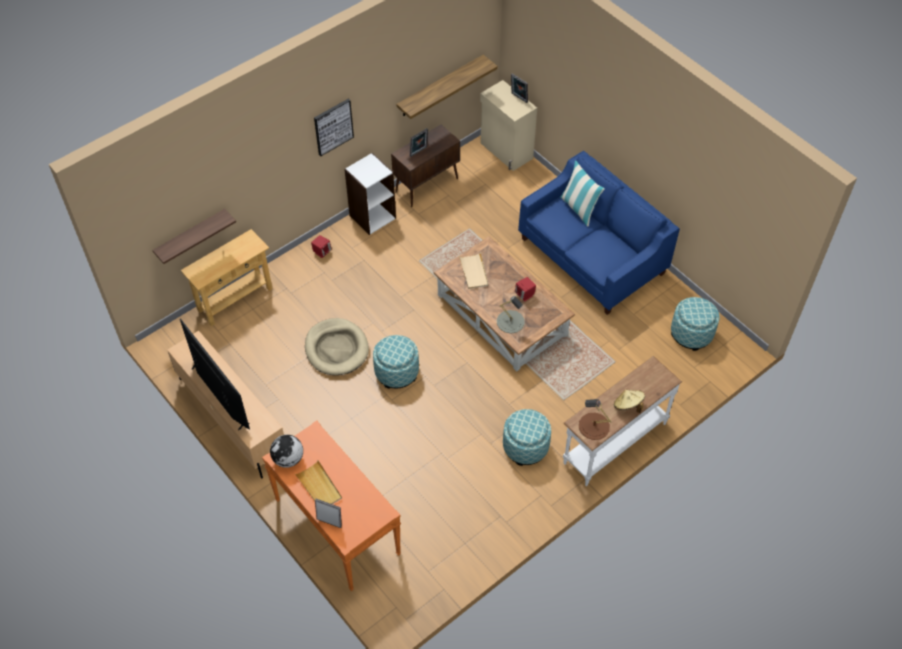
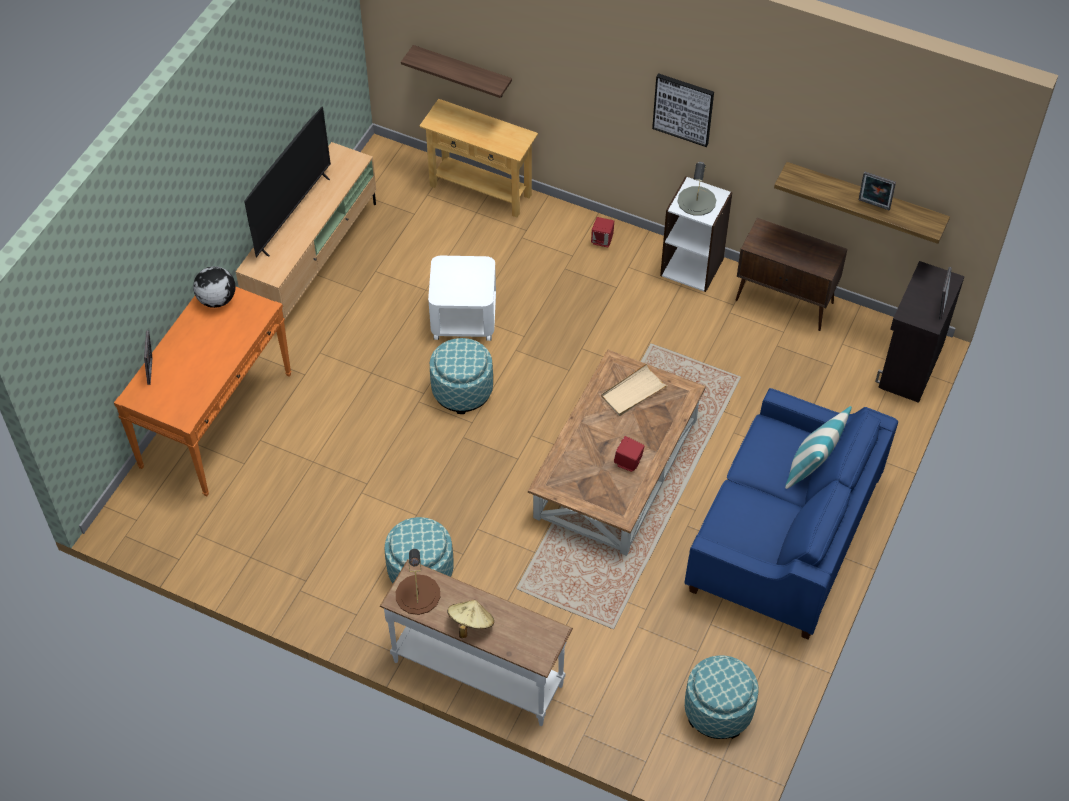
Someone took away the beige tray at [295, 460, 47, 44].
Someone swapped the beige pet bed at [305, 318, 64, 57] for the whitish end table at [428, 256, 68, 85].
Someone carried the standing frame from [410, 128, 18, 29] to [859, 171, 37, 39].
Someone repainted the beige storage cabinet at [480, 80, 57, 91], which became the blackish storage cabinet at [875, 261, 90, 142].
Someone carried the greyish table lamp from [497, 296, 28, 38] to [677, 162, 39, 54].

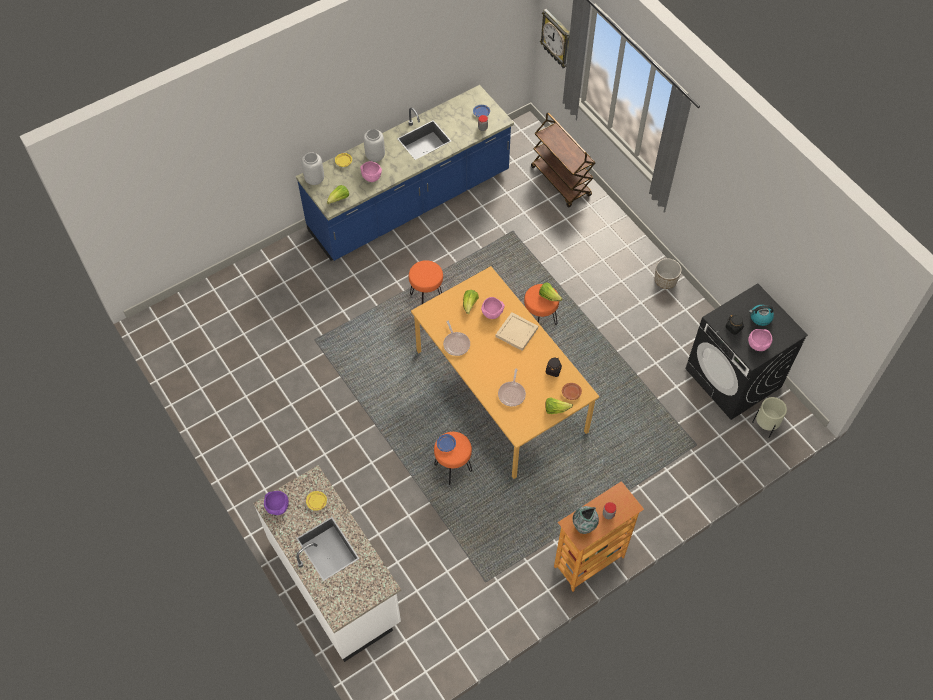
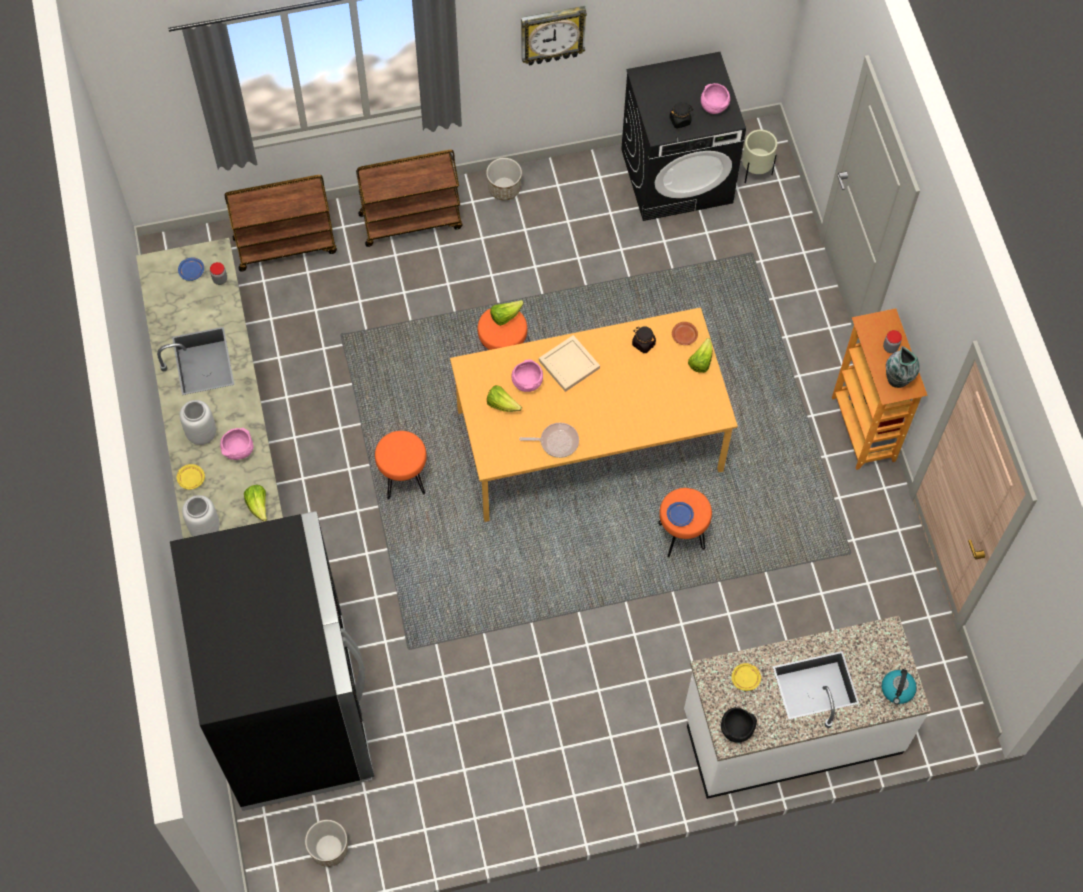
Someone repainted the purple serving bowl at [264, 491, 25, 24], which became the blackish serving bowl at [721, 707, 36, 35].
Someone took away the frying pan at [498, 368, 28, 38].
Someone carried the wall clock from [540, 9, 30, 59] to [521, 6, 66, 60].
Someone carried the water kettle from [749, 305, 25, 21] to [882, 669, 35, 35].
Someone put down the blackish fridge at [170, 511, 204, 300].
Someone put down the planter at [305, 820, 43, 47].
Someone put down the brown-coloured cart at [356, 150, 106, 97].

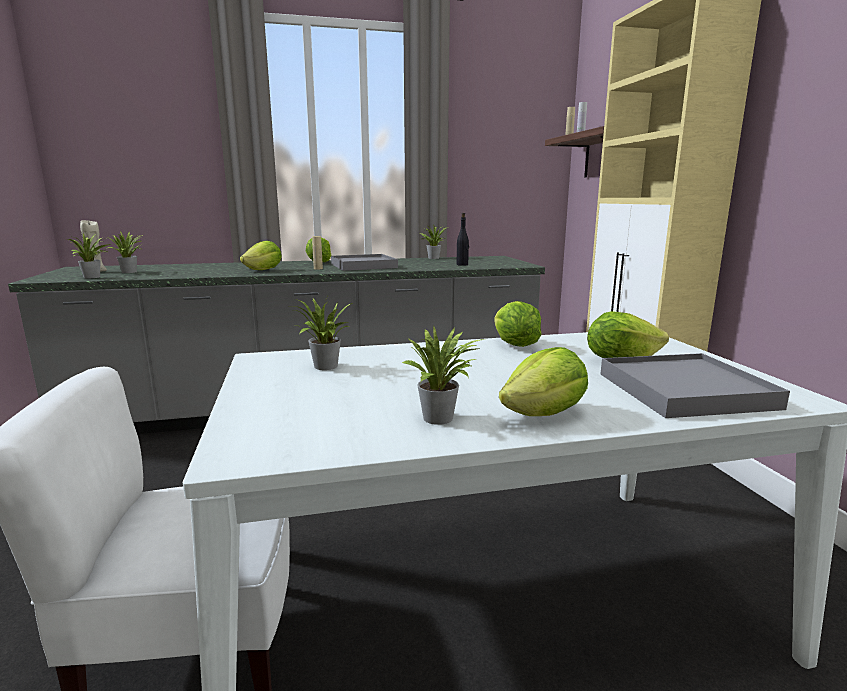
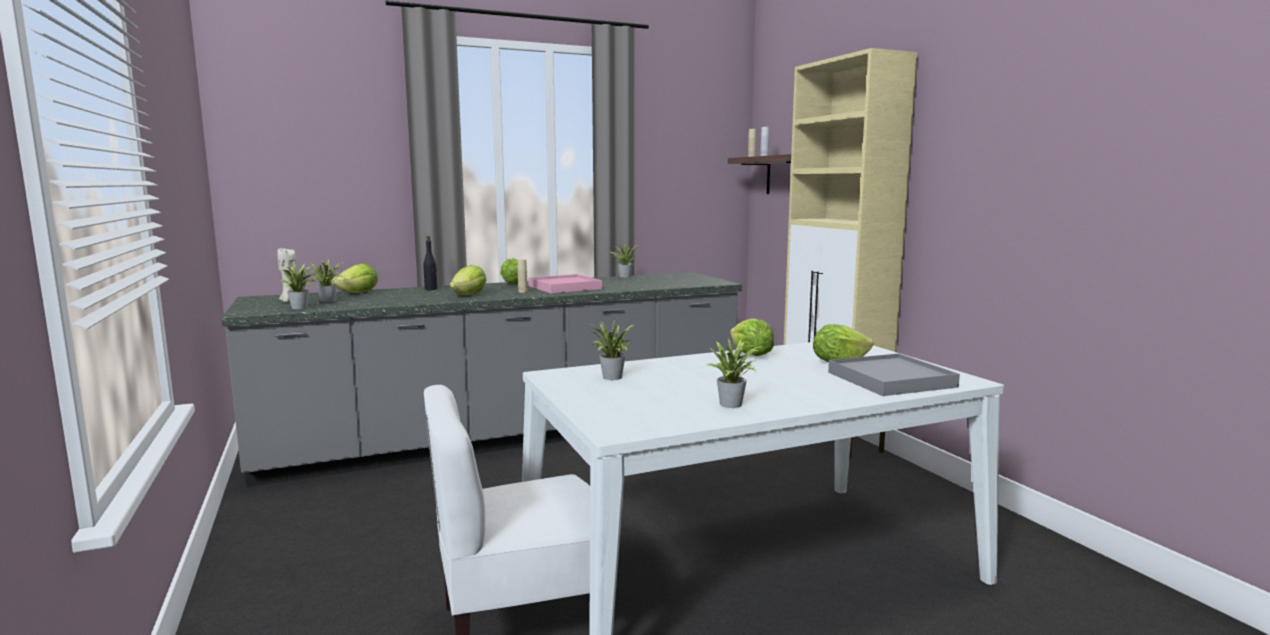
Someone repainted the greyish tray at [331, 254, 67, 17], which became the pinkish tray at [528, 274, 74, 19].
Someone carried the blackish bottle from [457, 213, 12, 53] to [423, 236, 14, 54].
Someone carried the lettuce from [499, 347, 89, 69] to [331, 264, 47, 29].

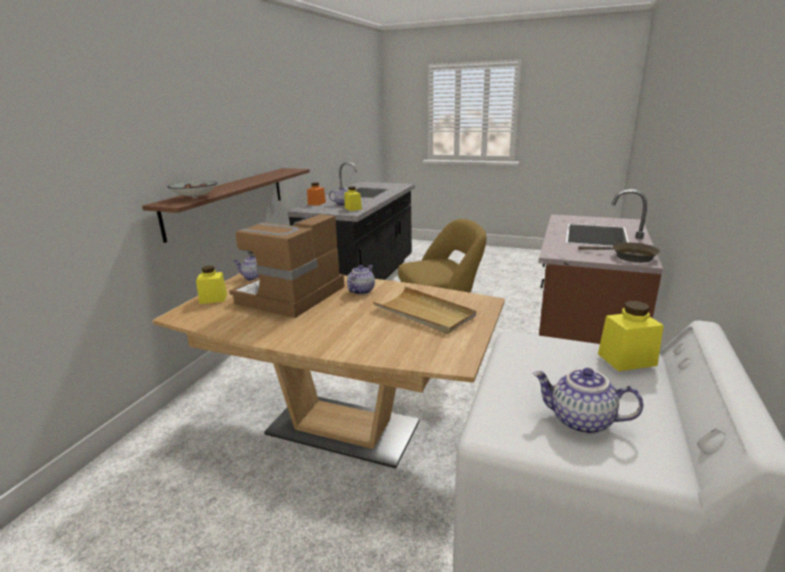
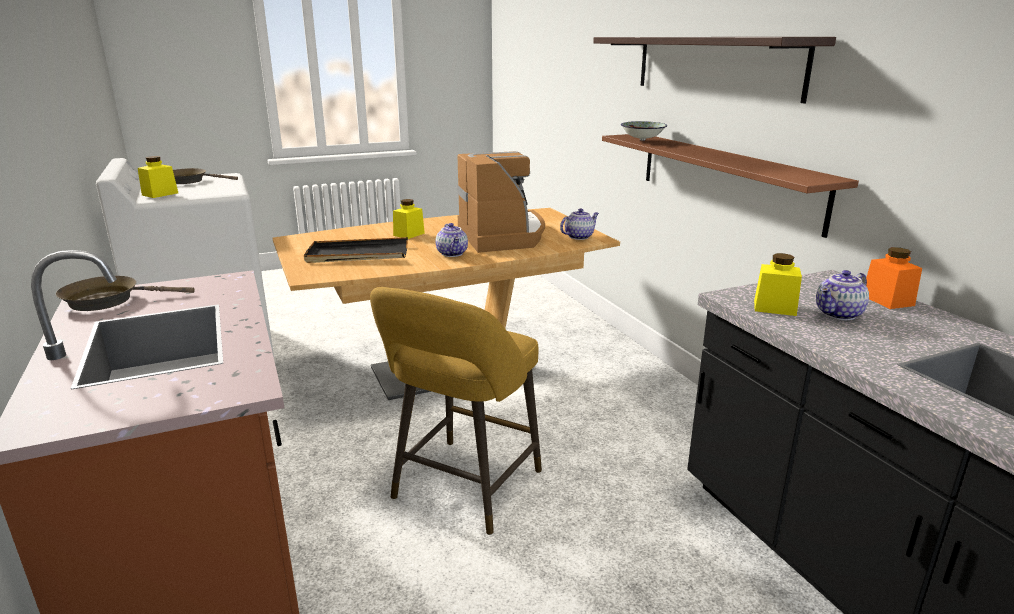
Someone carried the yellowish storage jar from [196, 266, 31, 38] to [393, 199, 32, 40].
Someone repainted the beige tray at [373, 286, 103, 48], which became the blackish tray at [304, 237, 104, 26].
Someone swapped the teapot at [533, 368, 110, 66] for the brown-coloured frying pan at [173, 168, 65, 16].
Someone put up the shelf at [593, 37, 243, 67].

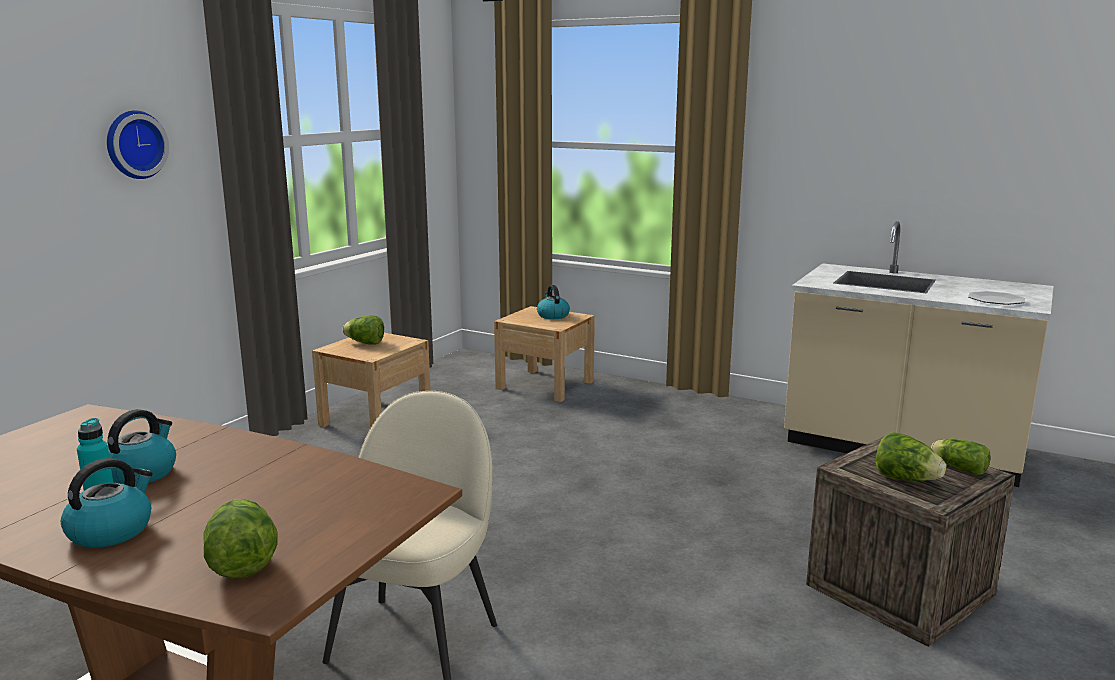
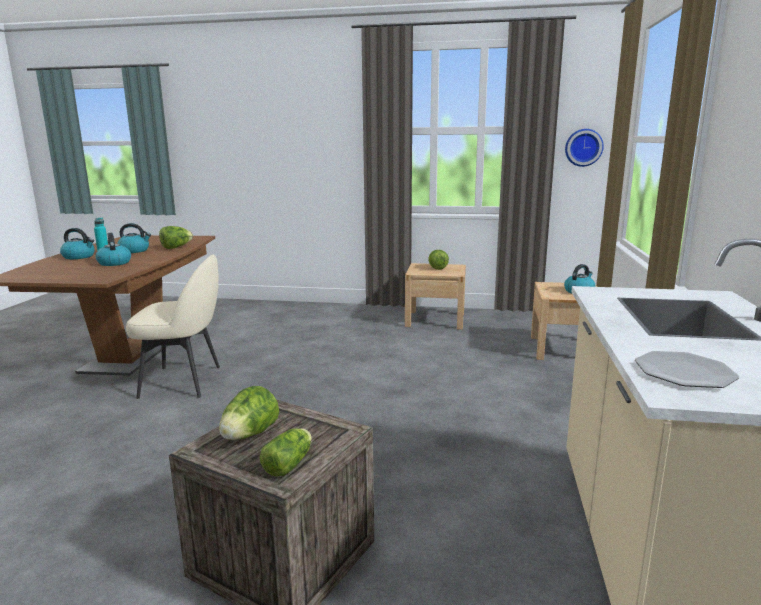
Someone carried the wall clock from [107, 110, 62, 69] to [565, 129, 39, 38].
Someone carried the lettuce from [203, 499, 75, 80] to [159, 226, 34, 23].
Someone put down the water kettle at [95, 233, 36, 33].

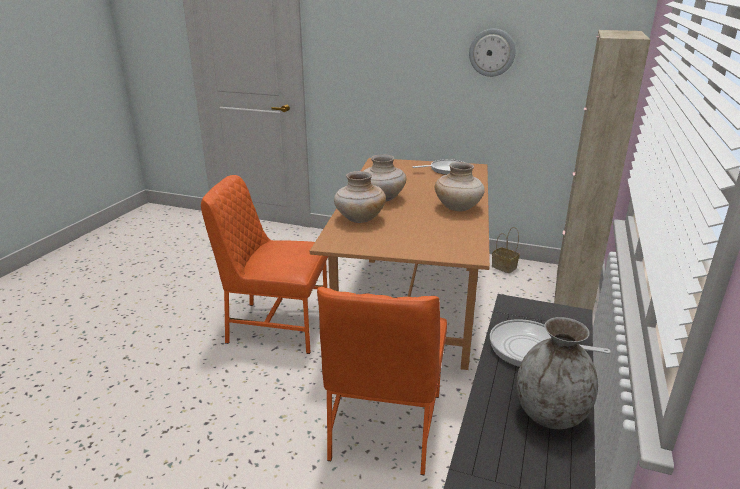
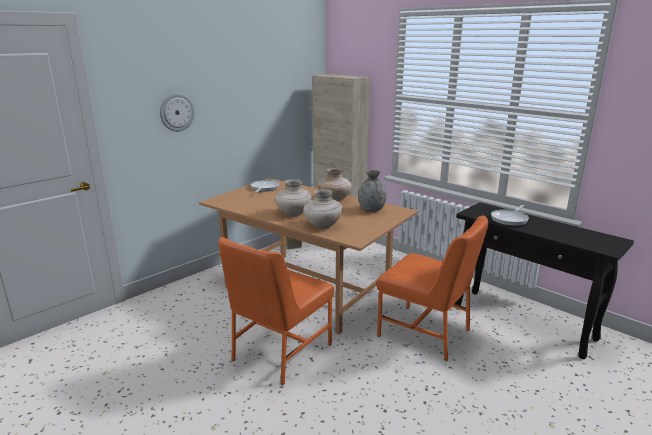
Someone carried the wall clock from [469, 29, 46, 48] to [160, 93, 35, 39].
Someone carried the greyish decorative vase from [517, 317, 81, 112] to [358, 170, 29, 42].

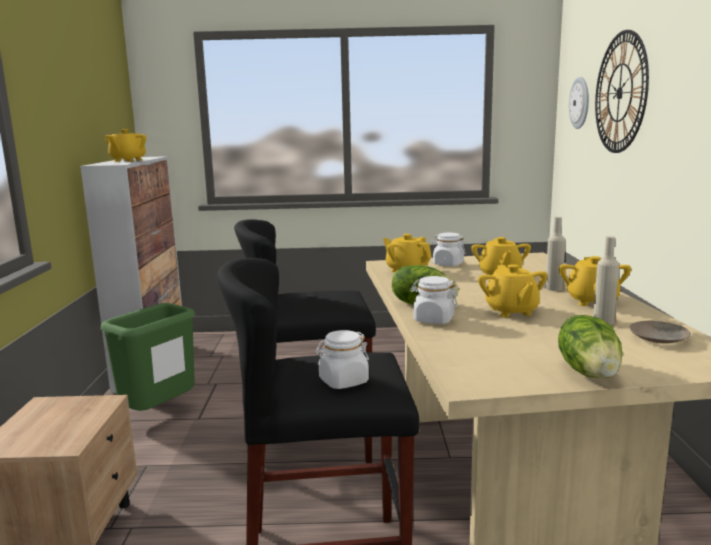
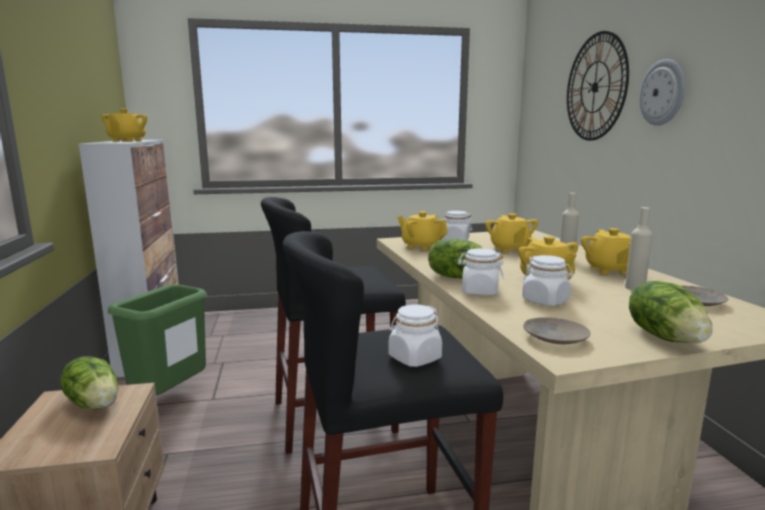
Someone carried the wall clock from [569, 77, 20, 52] to [639, 59, 46, 67].
Someone put down the lettuce at [60, 356, 58, 53].
Someone put down the whitish storage jar at [522, 255, 51, 51].
Someone put down the beige plate at [523, 317, 68, 27].

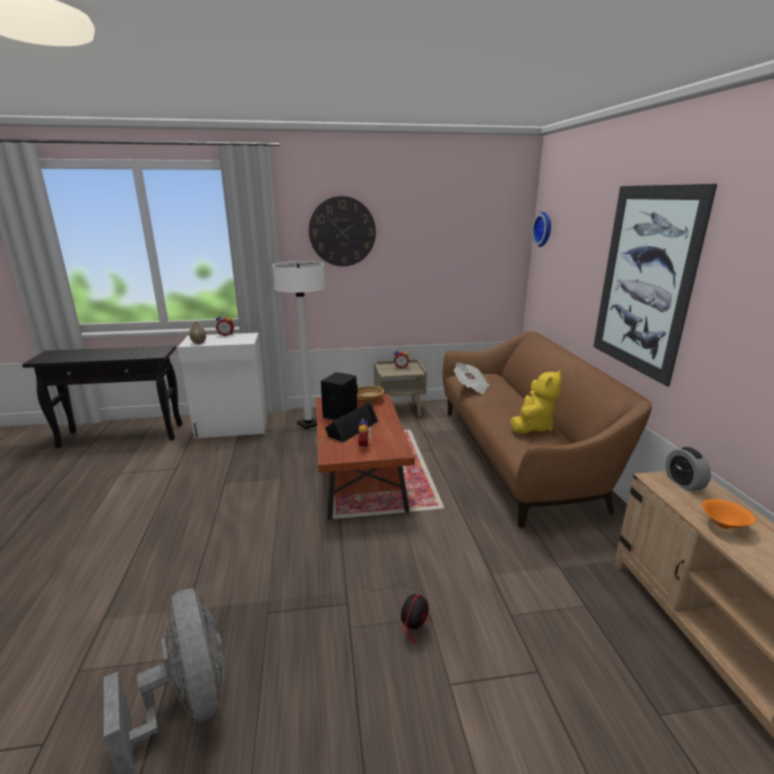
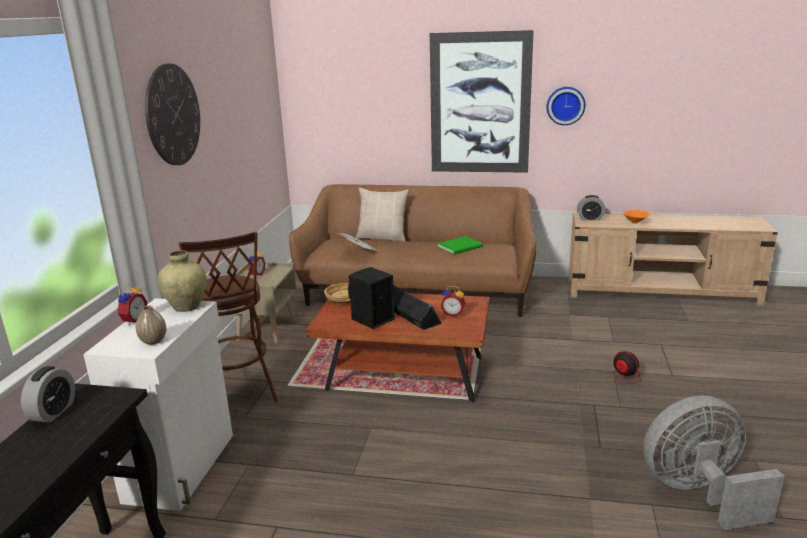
Someone swapped the whitish standing lamp at [272, 261, 53, 168] for the brown-coloured stool seat at [179, 231, 99, 171].
Someone swapped the yellowish cuddly toy at [510, 370, 52, 64] for the greenish bound book at [437, 236, 46, 18].
Someone carried the wall clock from [532, 212, 19, 35] to [547, 87, 38, 38].
Someone put down the bedside clock at [21, 366, 54, 57].
Someone put down the beige decorative vase at [157, 250, 50, 62].
Someone put down the beige throw pillow at [356, 187, 53, 55].

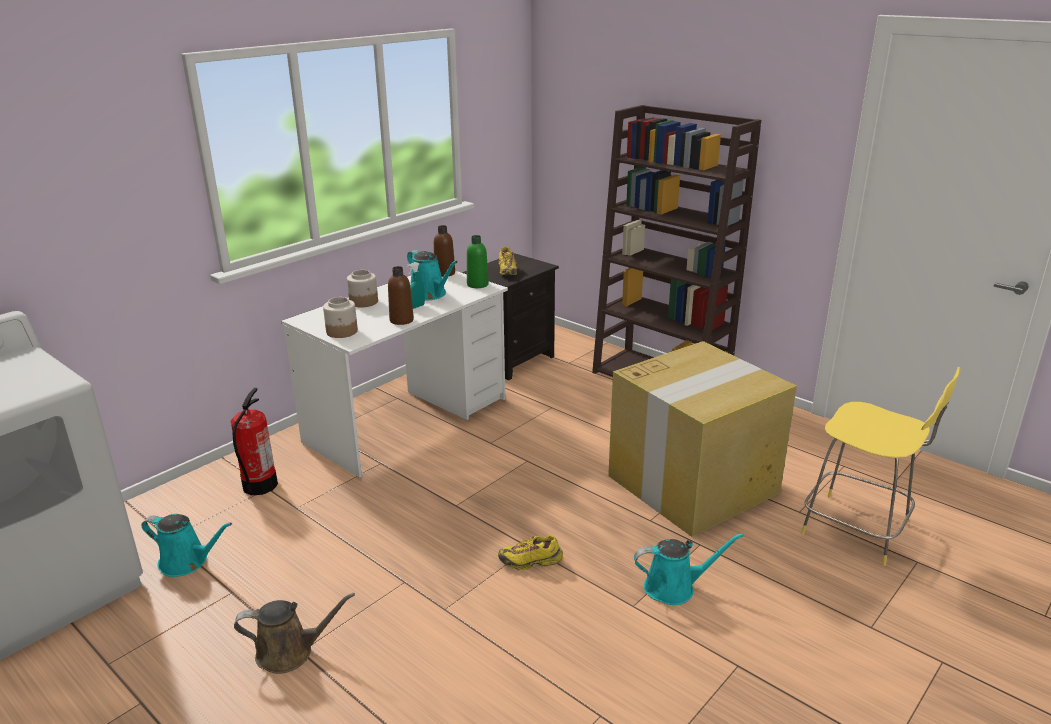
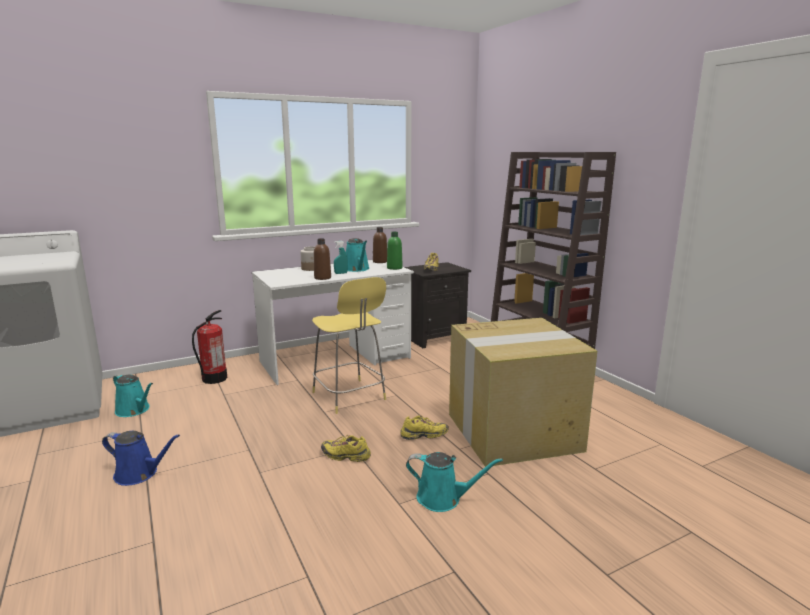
Someone repainted the brown-coloured watering pot at [234, 593, 121, 81], which became the blue-coloured watering pot at [102, 431, 78, 55].
Someone took away the storage jar at [323, 297, 35, 41].
Someone carried the yellowish stool seat from [801, 367, 160, 199] to [312, 277, 74, 137].
Someone put down the yellowish shoe at [400, 415, 49, 25].

